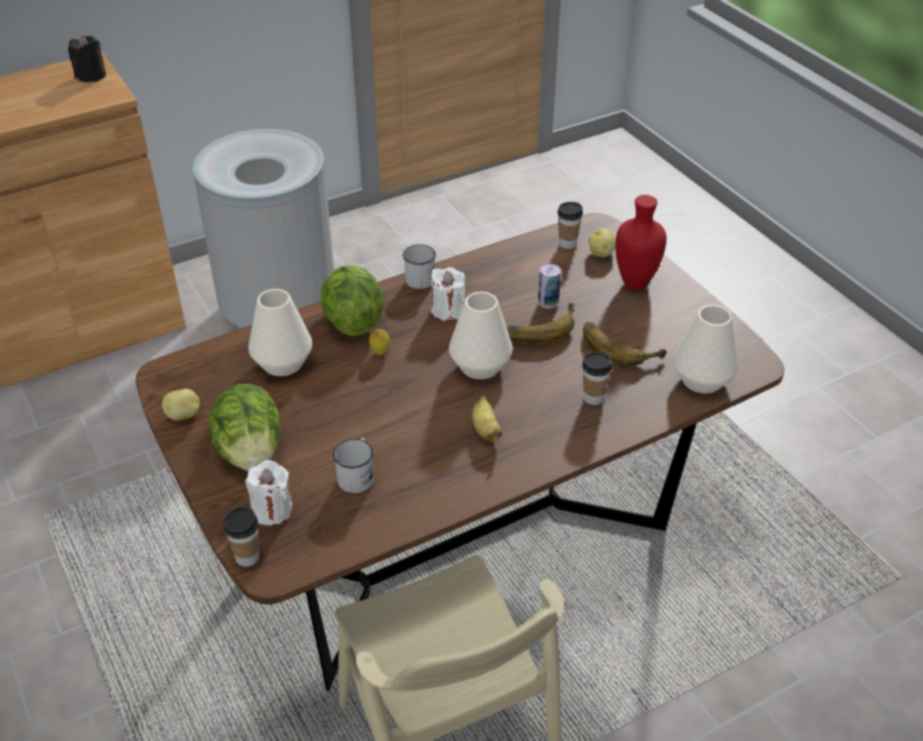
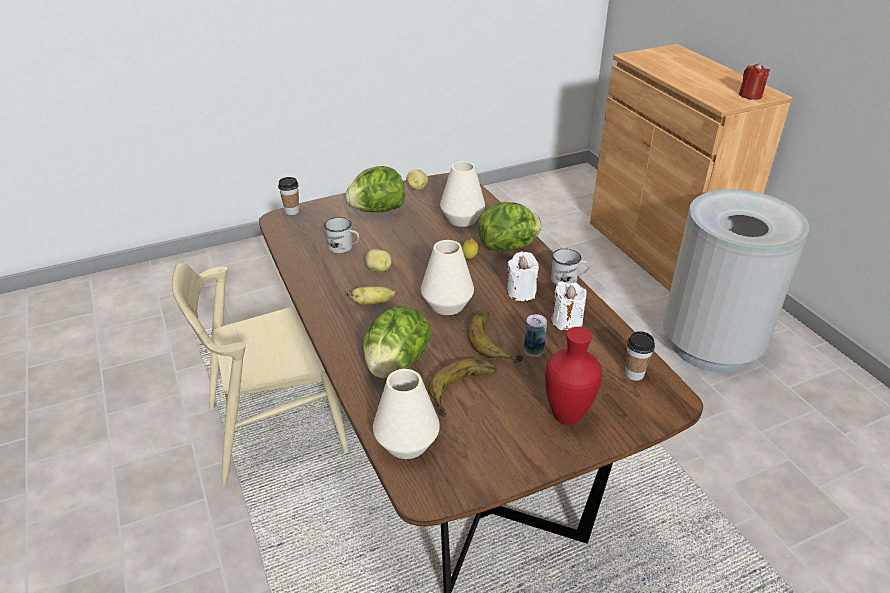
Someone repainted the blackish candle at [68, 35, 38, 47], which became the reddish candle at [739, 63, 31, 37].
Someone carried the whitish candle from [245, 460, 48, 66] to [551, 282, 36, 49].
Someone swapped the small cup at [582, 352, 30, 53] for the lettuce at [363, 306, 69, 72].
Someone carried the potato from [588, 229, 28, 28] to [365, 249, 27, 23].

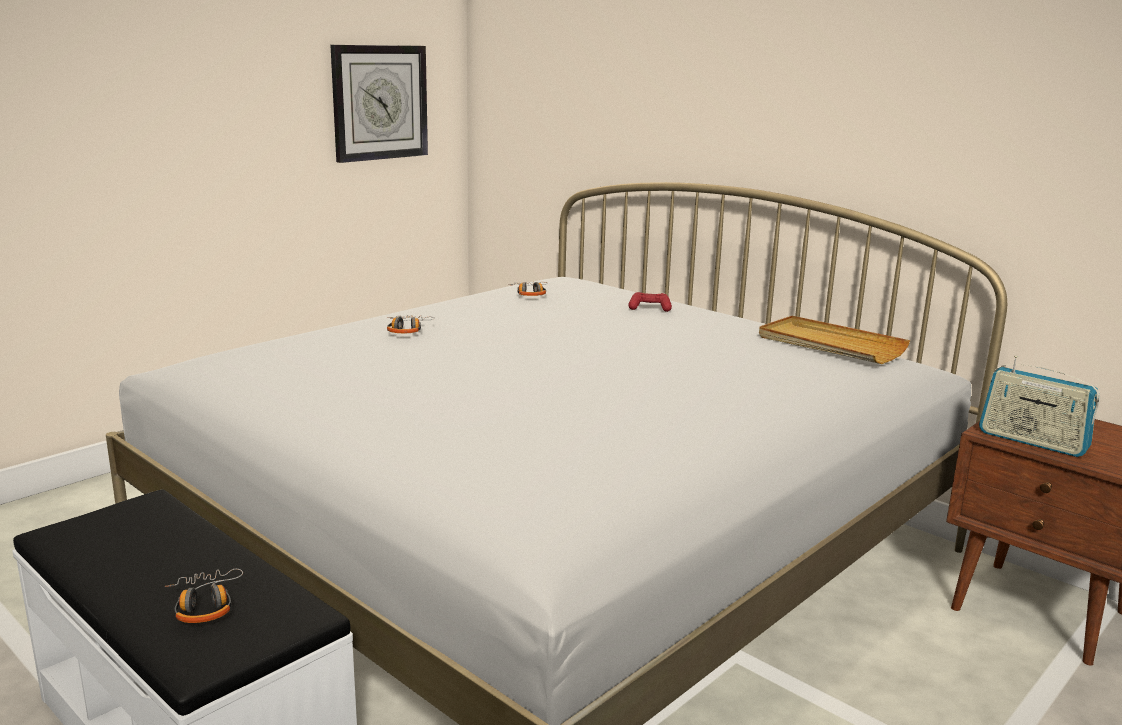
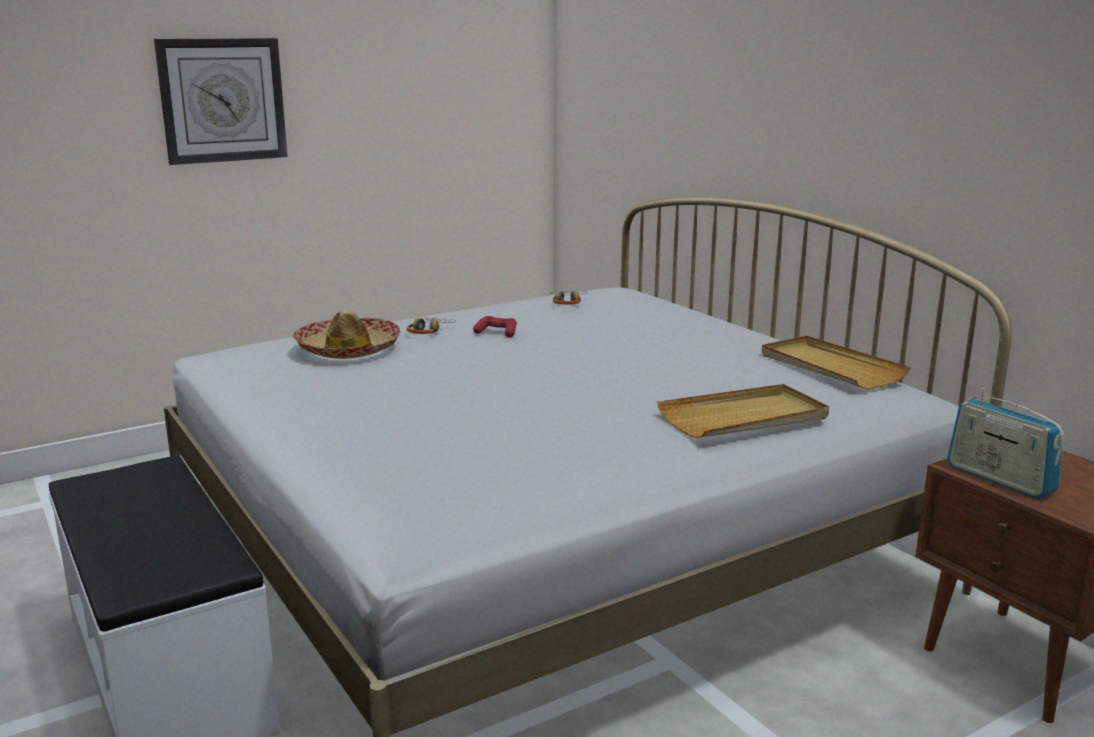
Someone took away the pair of headphones at [165, 569, 78, 54].
Someone carried the wall clock from [330, 45, 98, 118] to [154, 38, 134, 127].
Someone carried the reddish gamepad from [628, 292, 44, 20] to [473, 316, 44, 21].
Someone put down the clothing hat at [293, 310, 107, 49].
Someone put down the beige tray at [657, 384, 172, 54].

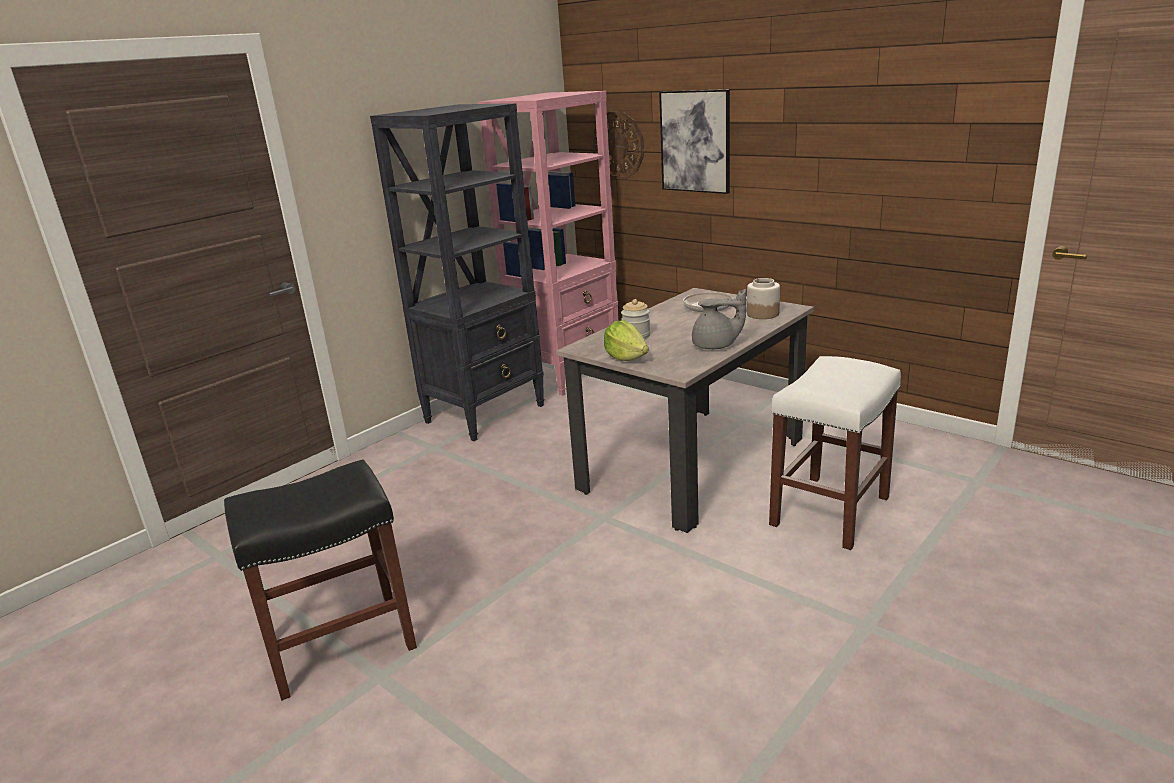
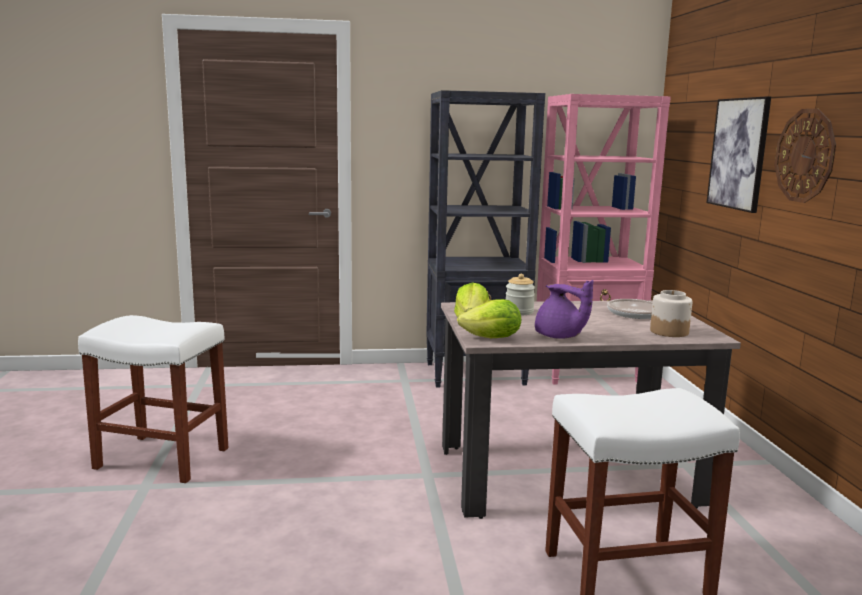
Someone repainted the blackish stool seat at [224, 459, 193, 241], which became the whitish stool seat at [78, 315, 151, 168].
Someone carried the wall clock from [592, 111, 52, 69] to [774, 109, 62, 94].
Someone repainted the greyish teapot at [692, 289, 54, 60], which became the purple teapot at [535, 280, 58, 59].
Someone put down the lettuce at [457, 299, 64, 39].

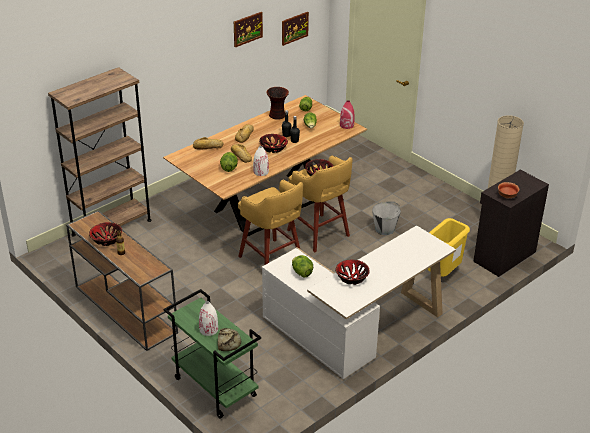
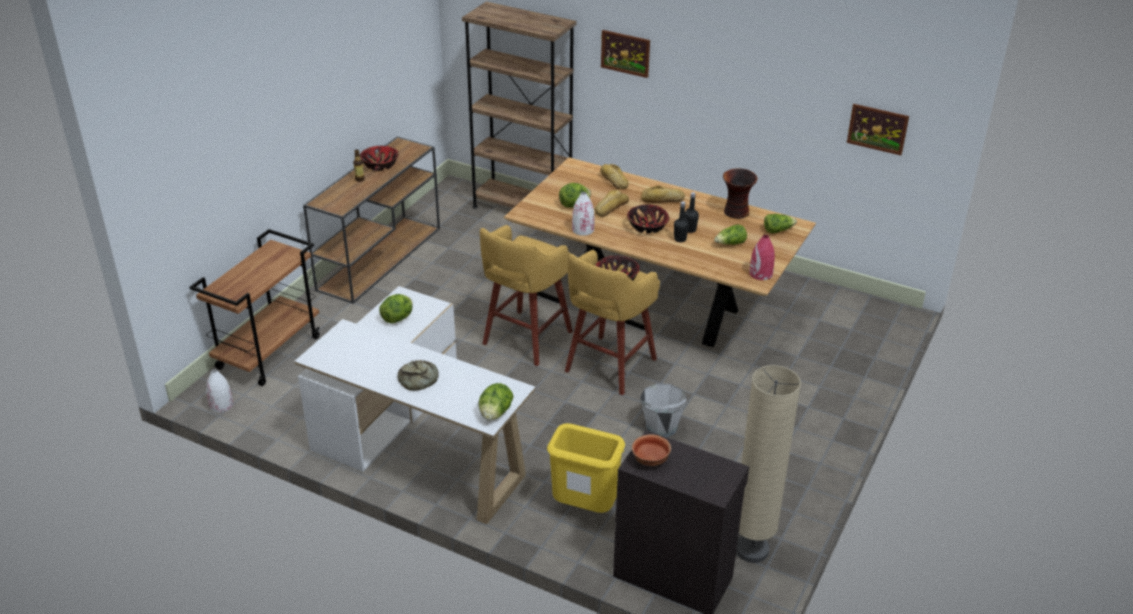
Someone repainted the greenish cart at [164, 289, 97, 130], which became the brown-coloured cart at [190, 229, 130, 157].
Someone carried the whitish decorative vase from [199, 301, 19, 35] to [206, 369, 27, 44].
Someone carried the bakery bread from [218, 328, 23, 23] to [398, 360, 41, 31].
Someone carried the wall art from [234, 12, 29, 36] to [601, 30, 49, 48].
Someone took away the serving bowl at [335, 259, 35, 26].
Someone put down the lettuce at [478, 383, 36, 38].

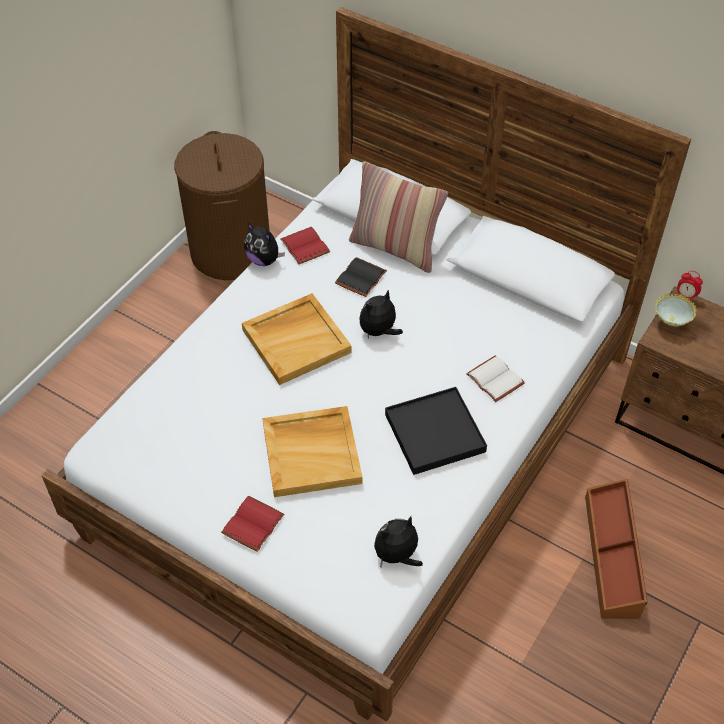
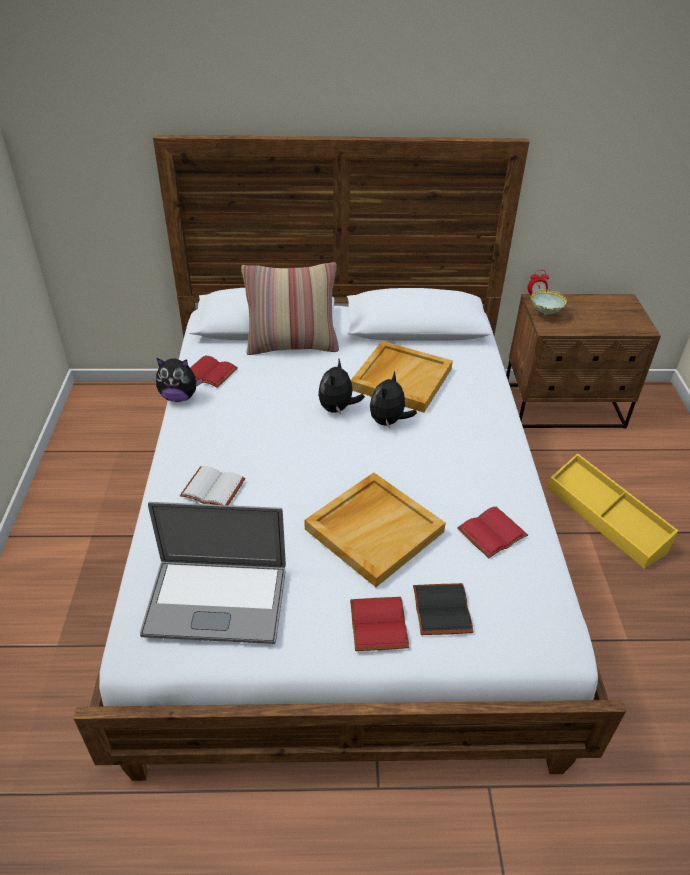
Someone took away the brown-coloured laundry basket at [174, 131, 96, 149].
Someone carried the beige tray from [242, 293, 110, 92] to [351, 341, 102, 72].
Someone carried the blackish bound book from [335, 257, 52, 40] to [413, 583, 61, 52].
Someone carried the cuddly toy from [374, 516, 49, 53] to [370, 371, 47, 57].
Someone took away the blackish tray at [385, 387, 102, 88].
Someone carried the whitish bound book from [466, 355, 59, 47] to [180, 466, 65, 39].
Someone repainted the brown-coloured storage container at [585, 479, 63, 140], which became the yellowish storage container at [548, 453, 131, 116].
Someone put down the portable computer at [140, 502, 146, 142].
Someone put down the reddish bound book at [457, 506, 71, 52].

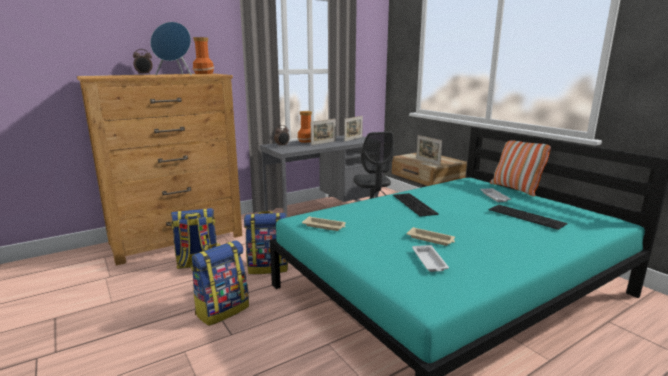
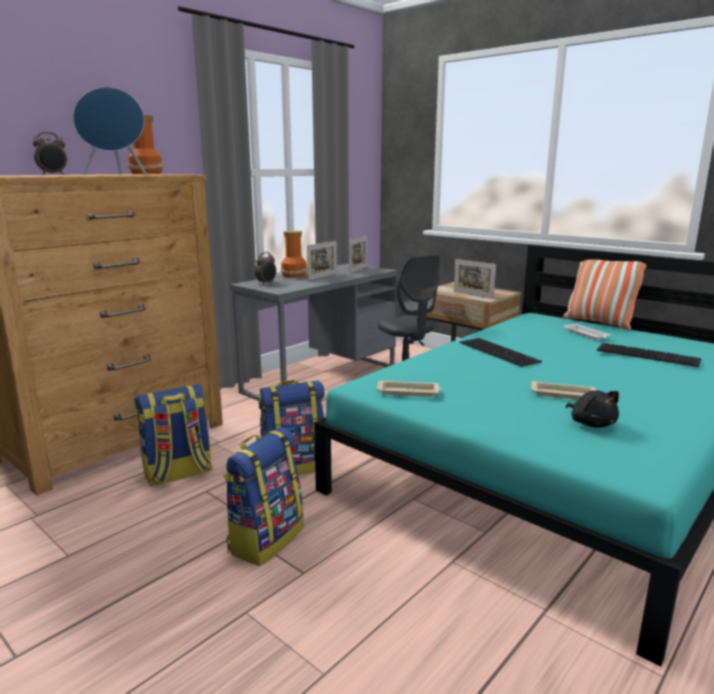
Someone swapped the whitish tray at [412, 245, 37, 27] for the blackish cuddly toy at [566, 390, 53, 38].

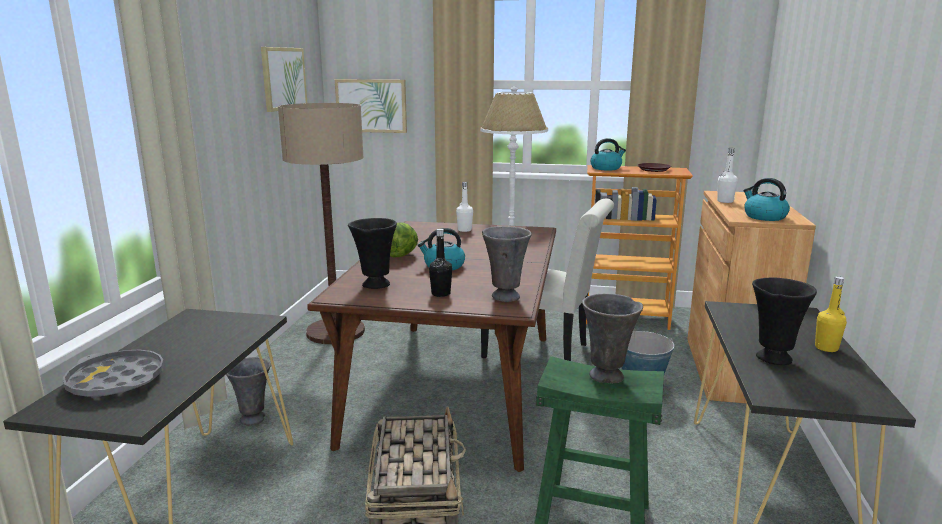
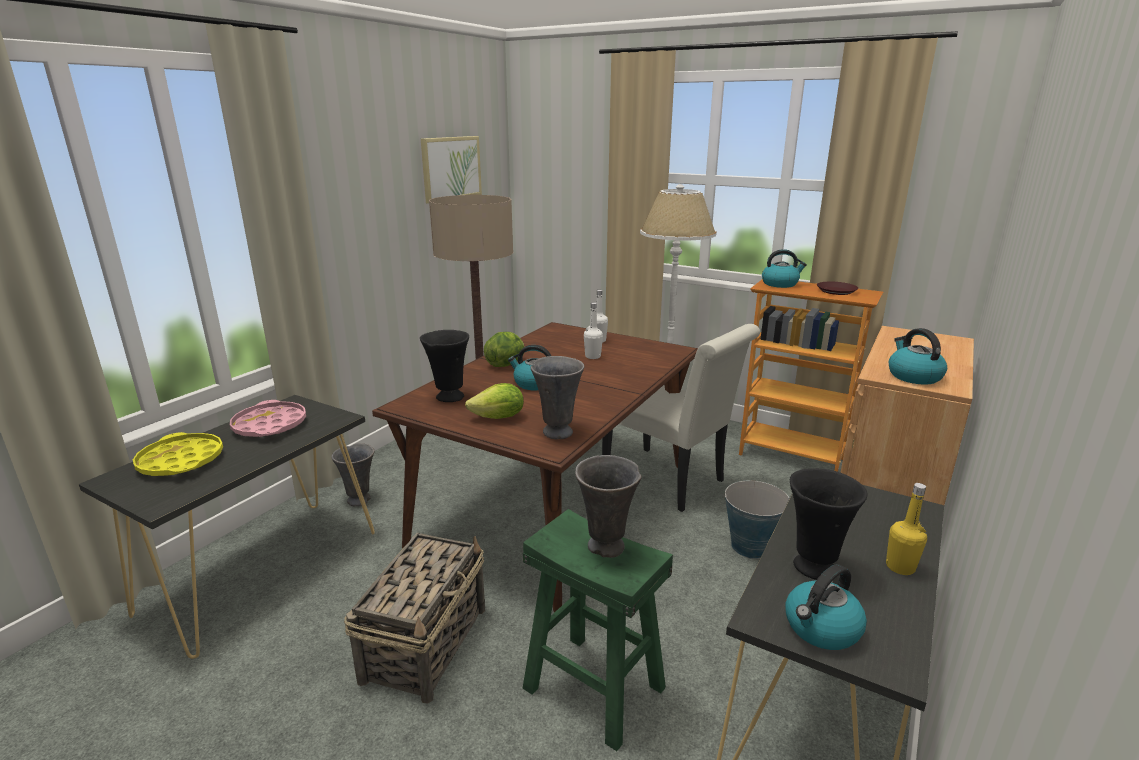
Someone repainted the greyish tray at [63, 350, 101, 48], which became the yellowish tray at [133, 432, 90, 44].
Someone took away the wall art at [335, 79, 72, 54].
Someone swapped the blackish bottle at [429, 229, 23, 68] for the lettuce at [465, 383, 59, 36].
Someone carried the whitish bottle from [717, 148, 21, 55] to [584, 302, 19, 57].
Someone put down the pinkish tray at [230, 400, 76, 37].
Someone put down the water kettle at [785, 564, 82, 86].

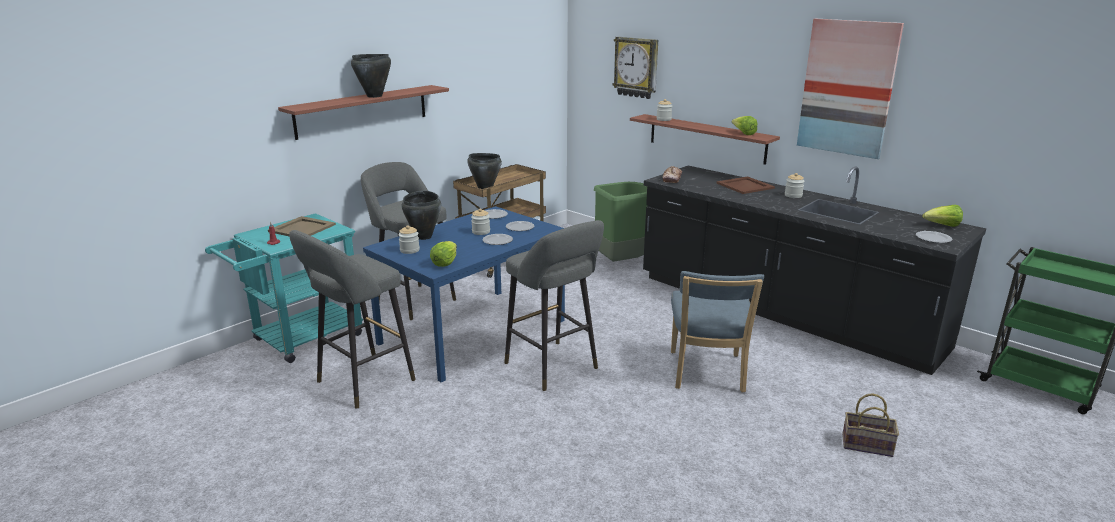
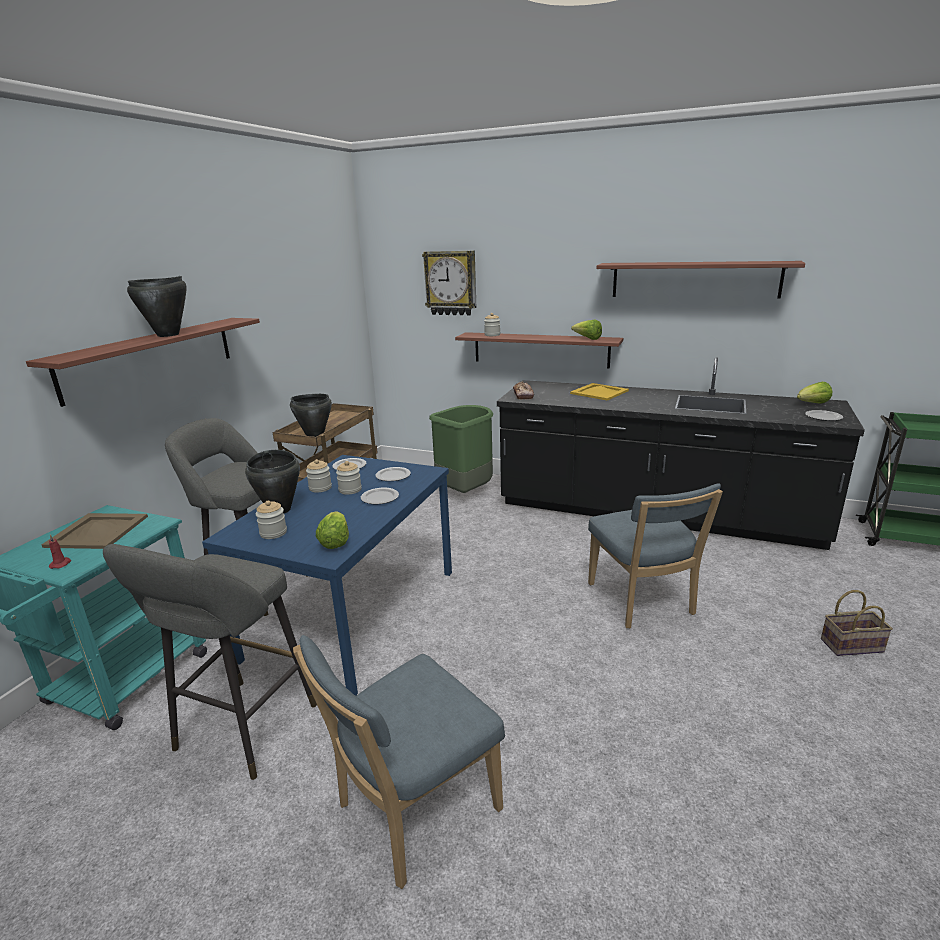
Someone took away the greyish stool seat at [504, 220, 100, 171].
Someone repainted the brown-coloured tray at [717, 176, 58, 18], which became the yellowish tray at [570, 383, 59, 18].
Someone carried the storage jar from [785, 173, 20, 25] to [306, 459, 26, 33].
Someone swapped the wall art at [797, 19, 107, 140] for the shelf at [597, 261, 208, 38].
Someone put down the blue-coloured plain chair at [293, 635, 212, 254].

